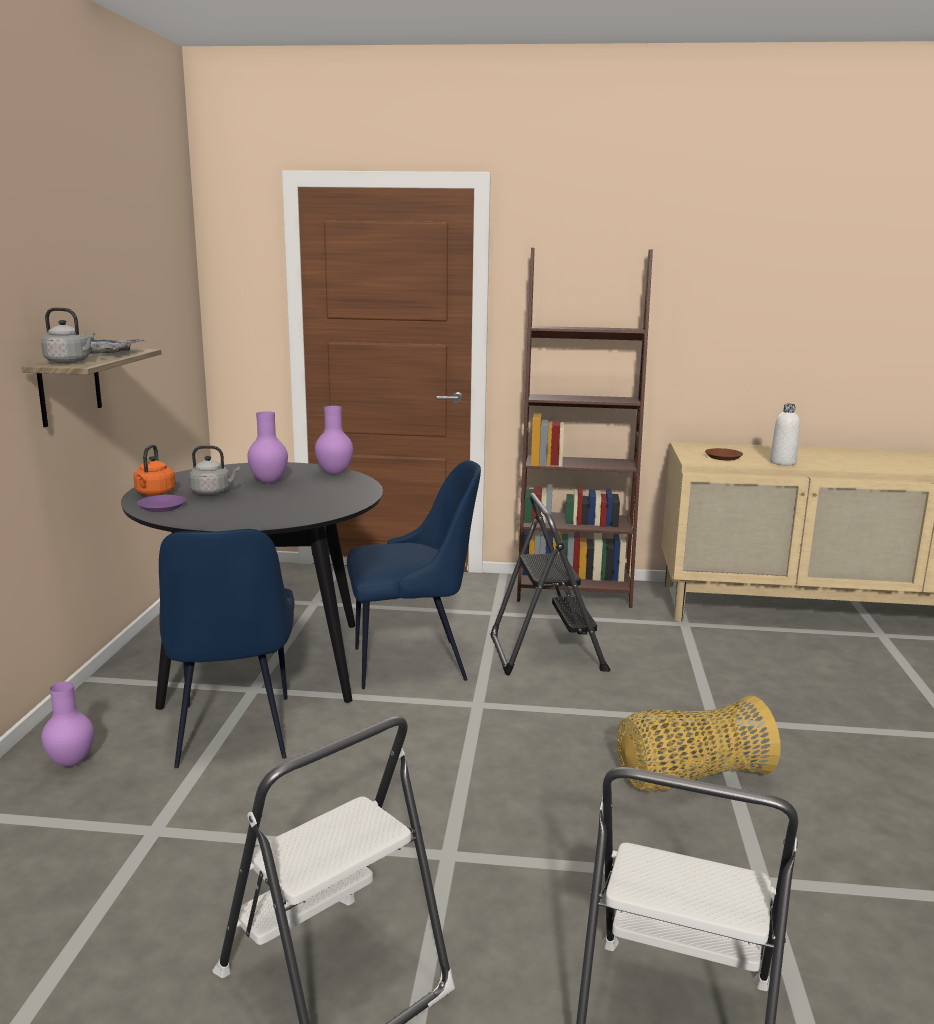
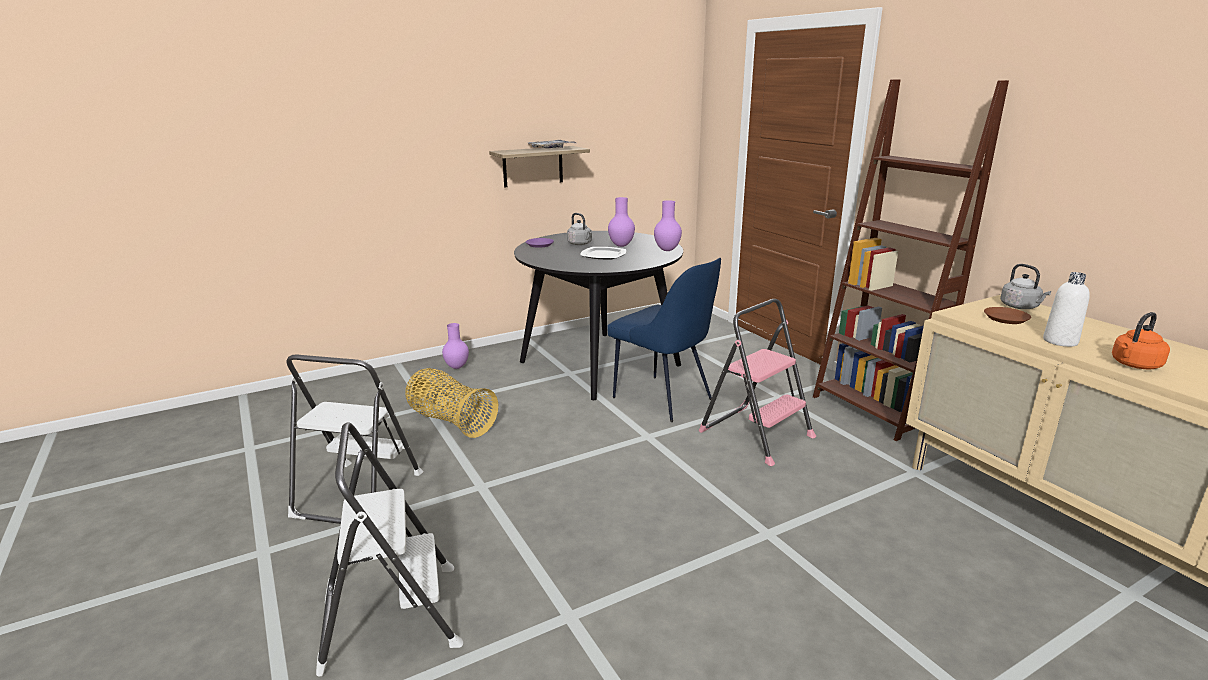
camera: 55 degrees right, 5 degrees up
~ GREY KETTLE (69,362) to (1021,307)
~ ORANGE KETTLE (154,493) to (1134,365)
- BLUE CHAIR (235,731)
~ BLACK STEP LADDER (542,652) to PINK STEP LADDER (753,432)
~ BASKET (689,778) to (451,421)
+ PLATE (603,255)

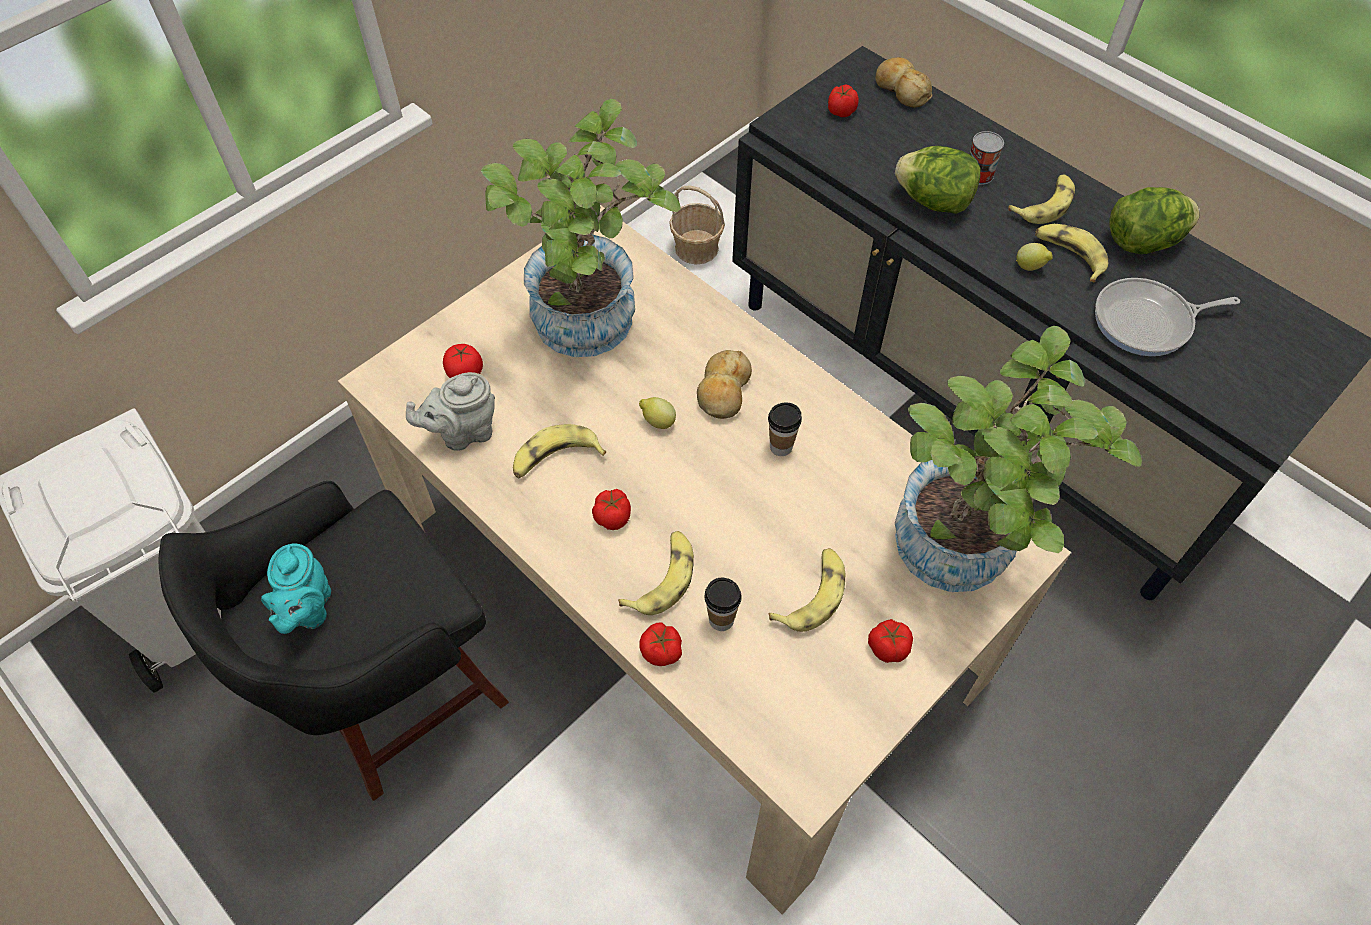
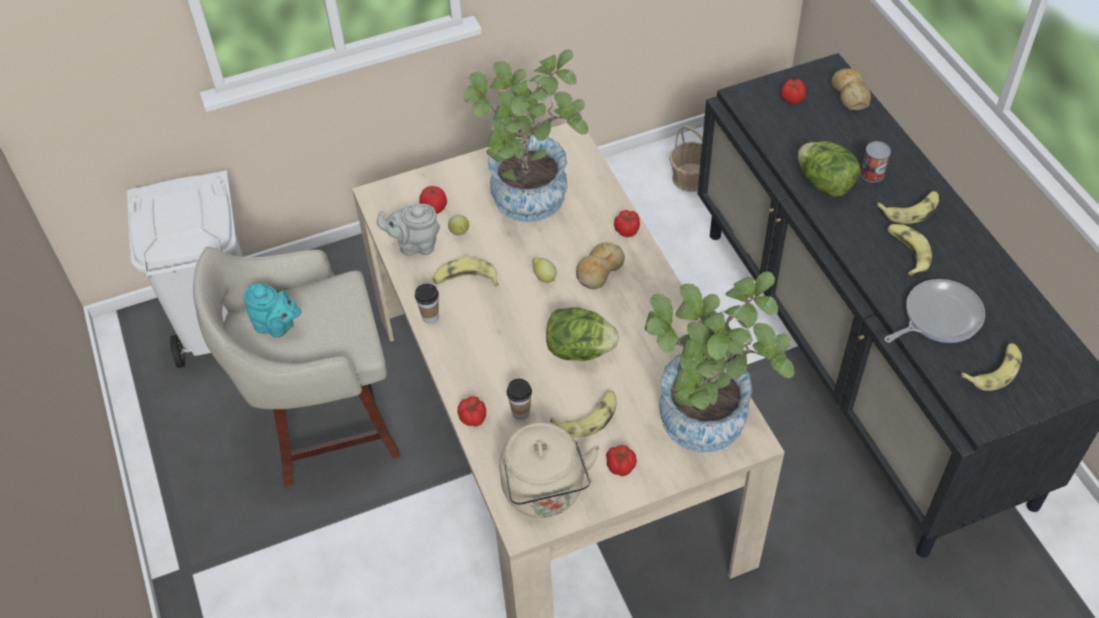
camera: 25 degrees right, 5 degrees down
~ BLACK STOOL (394,700) to BEIGE STOOL (325,427)
~ TURQUOISE TEAPOT (307,609) = (277,326) 90 degrees counterclockwise
~ TOMATO (613,516) to (627,230)
~ BANANA (662,578) to (994,371)
~ CUP (781,447) to (430,317)
~ LEMON (1030,267) to (460,233)
~ FRYING PAN (1147,322) = (938,317) 135 degrees clockwise
~ LETTUCE (1142,242) to (579,350)
+ BEIGE KETTLE (545,493)

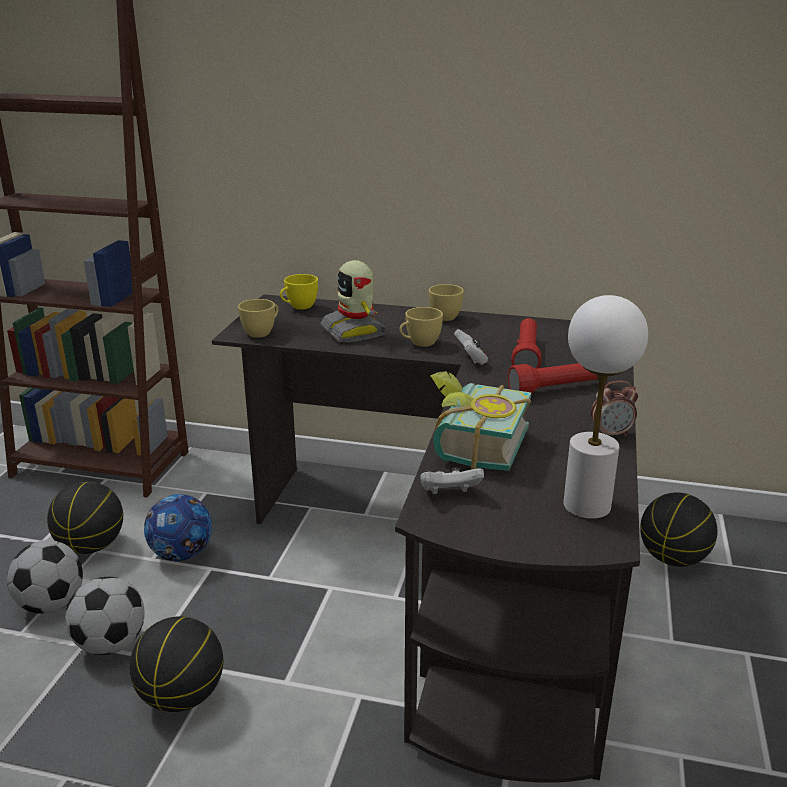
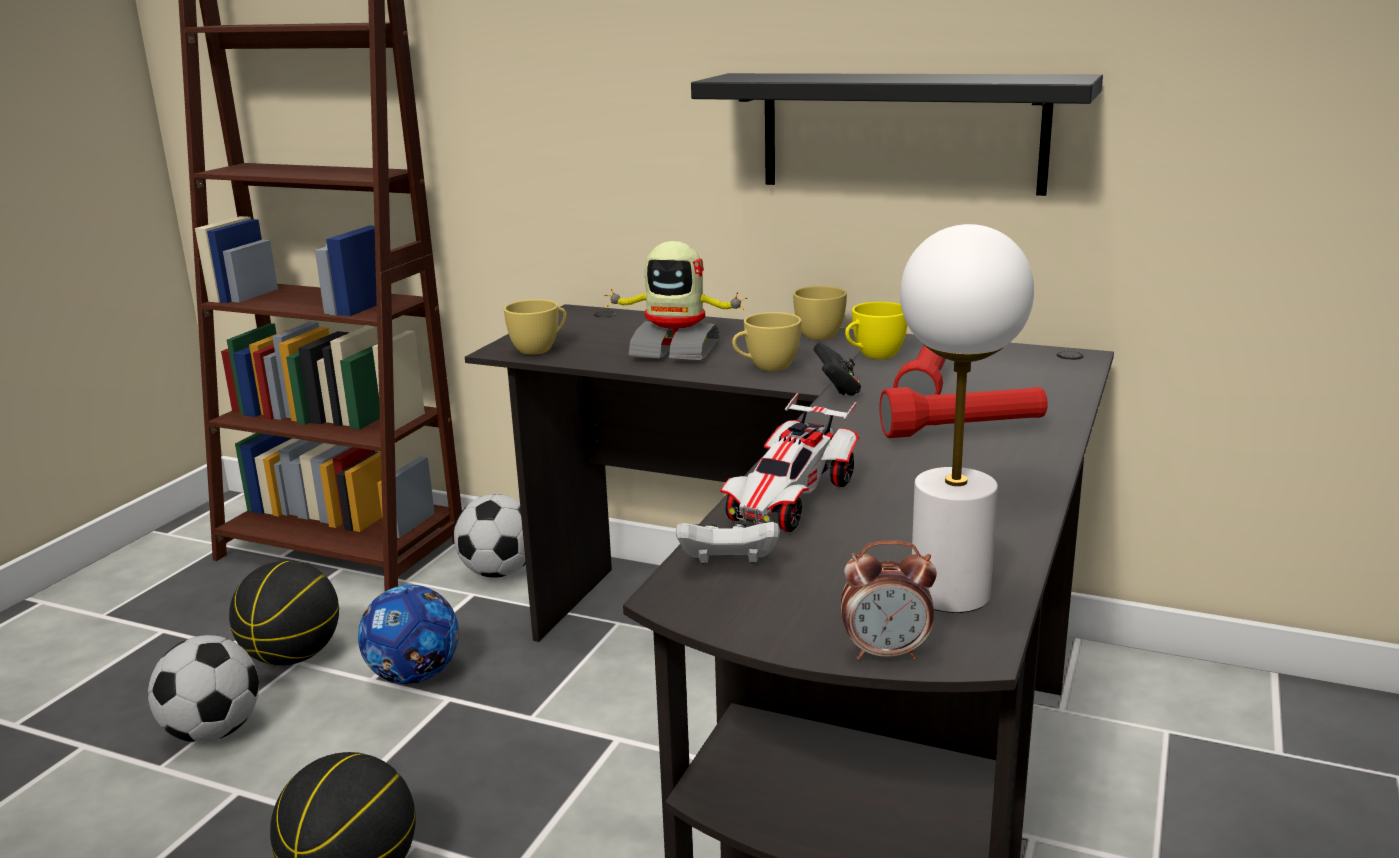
camera: 10 degrees right, 5 degrees down
~ FOOTBALL (111,644) to (499,572)
~ YELLOW CUP (298,307) to (873,356)
~ TOY ROBOT (354,331) = (675,350) 60 degrees counterclockwise
~ BOOK (471,445) to TOY CAR (791,500)
~ WHITE GAME CONTROLLER (471,359) to BLACK GAME CONTROLLER (837,389)
~ ALARM CLOCK (611,434) to (886,653)
- BASKETBALL (673,558)
+ BLACK SHELF (902,132)

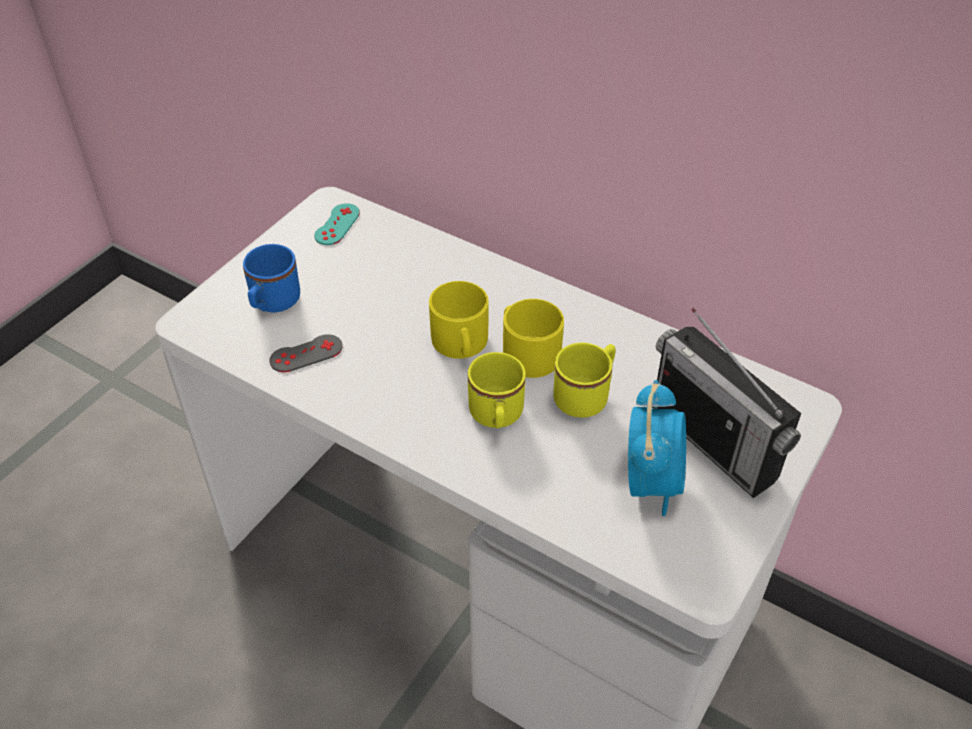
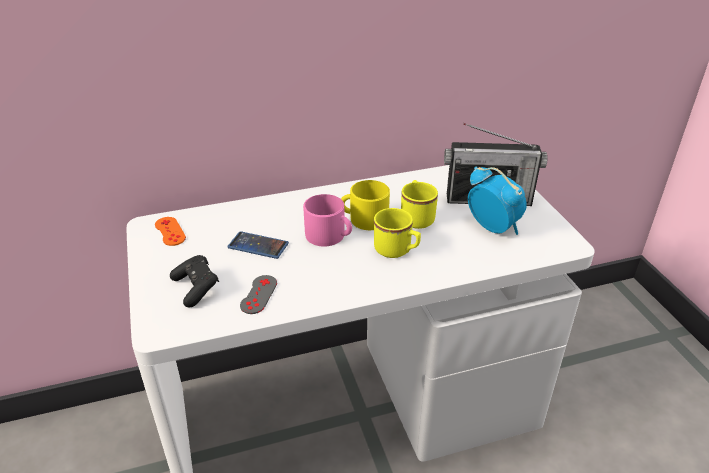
camera: 50 degrees left, 10 degrees down
~ BLUE MUG (272,304) to BLACK GAME CONTROLLER (196,288)
~ TURQUOISE GAME CONTROLLER (337,224) to ORANGE GAME CONTROLLER (170,231)
~ YELLOW MUG (461,343) to PINK MUG (329,236)
+ PHONE (258,245)

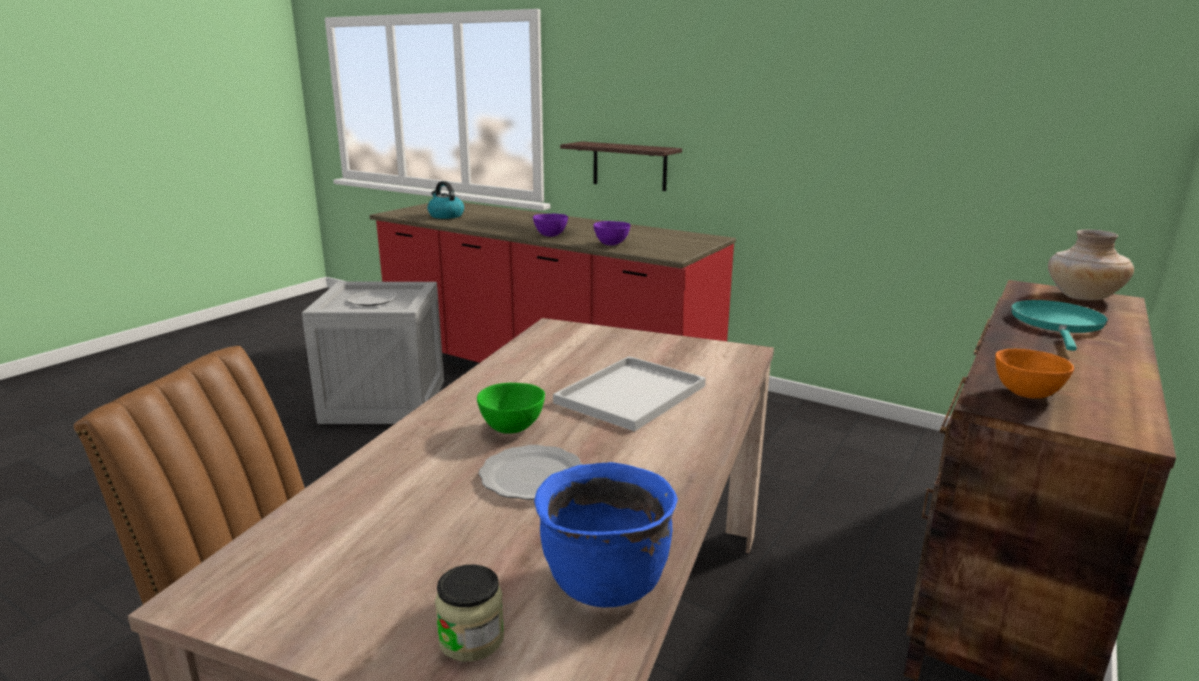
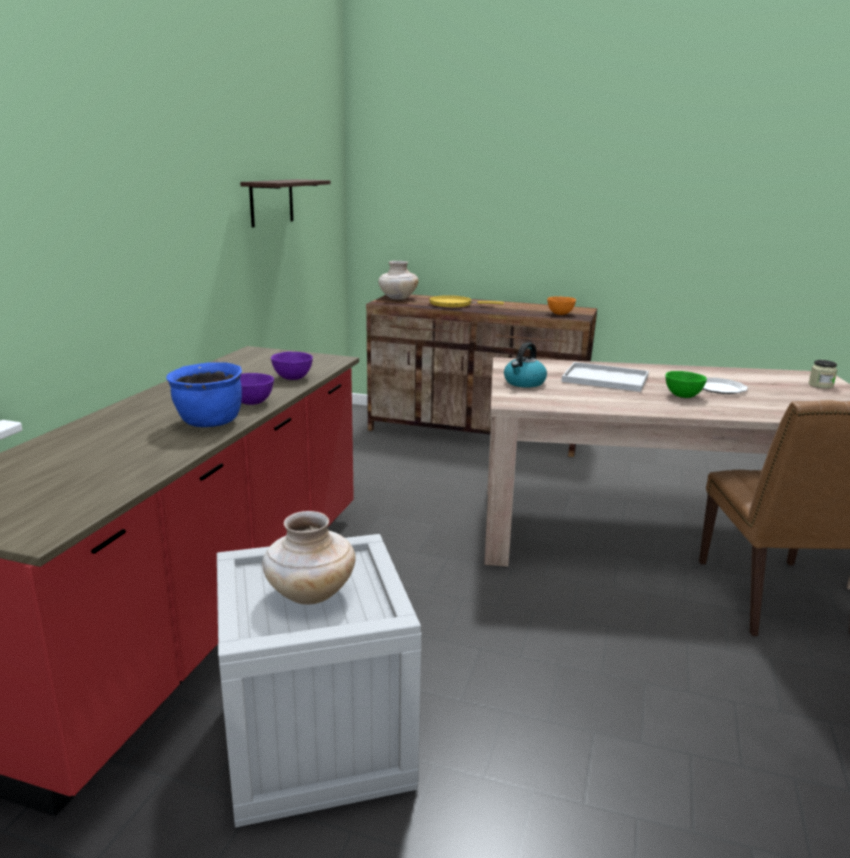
camera: 105 degrees left, 0 degrees up
~ PLATE (373,300) to BEIGE VASE (310,594)
~ KETTLE (445,216) to (524,383)
~ BLUE COOKING POT (604,582) to (209,423)
~ SHELF (629,166) to (271,202)
~ TURQUOISE FRYING PAN (1057,324) to YELLOW FRYING PAN (454,304)

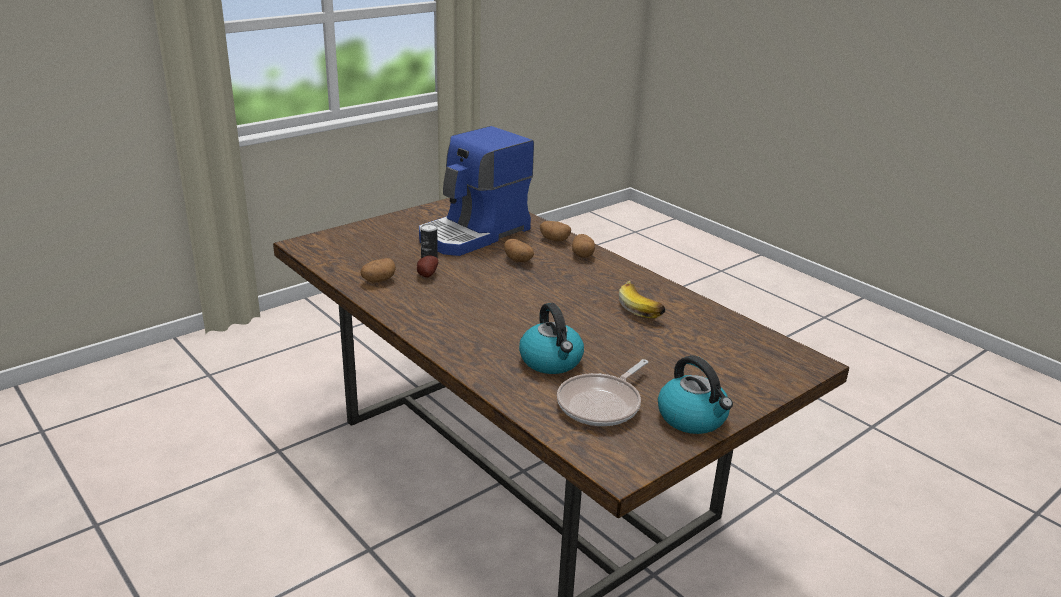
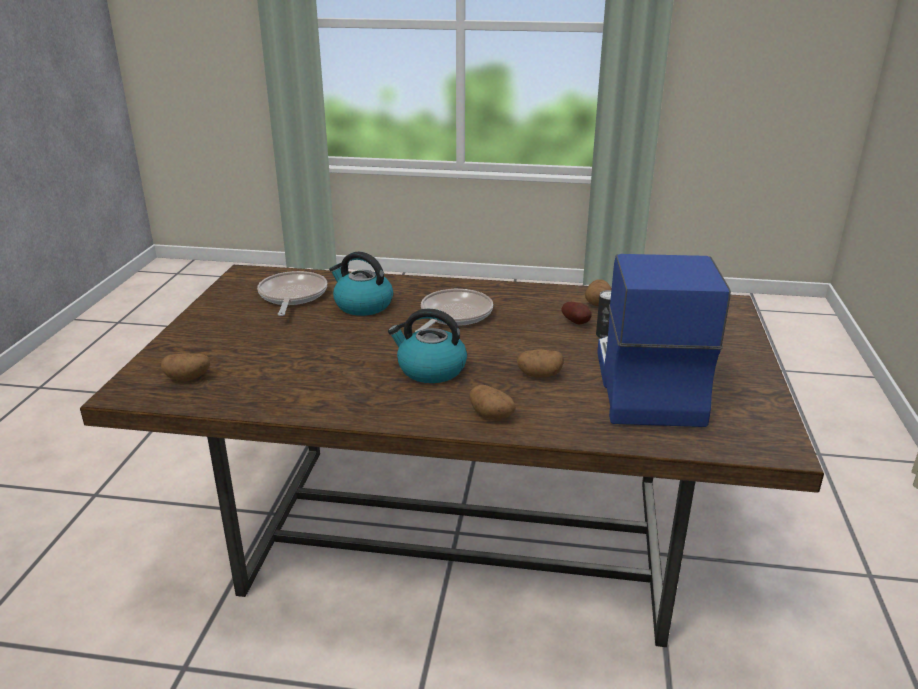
camera: 140 degrees right, 0 degrees up
~ POTATO (554,240) to (188,378)
- BANANA (642,308)
~ KETTLE (693,418) to (430,369)
+ FRYING PAN (453,315)

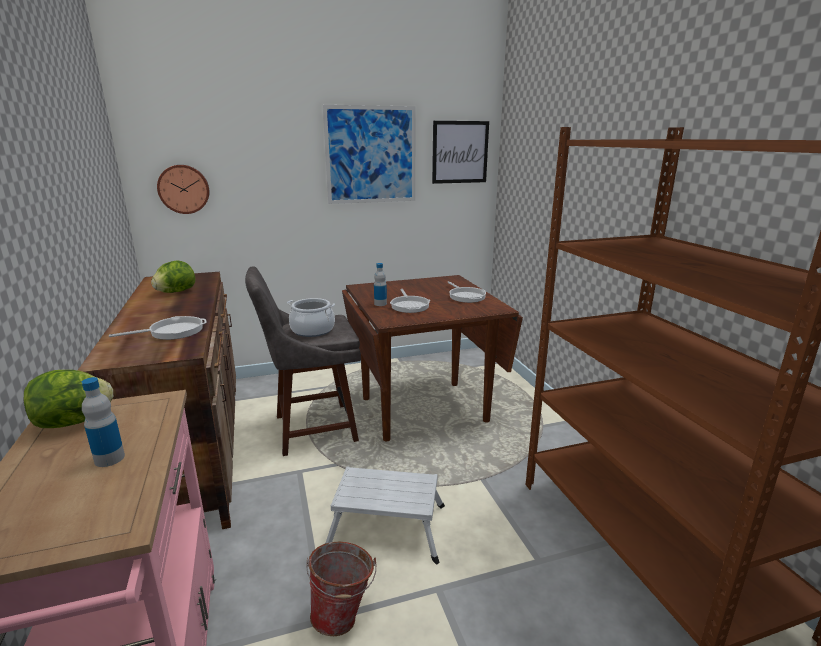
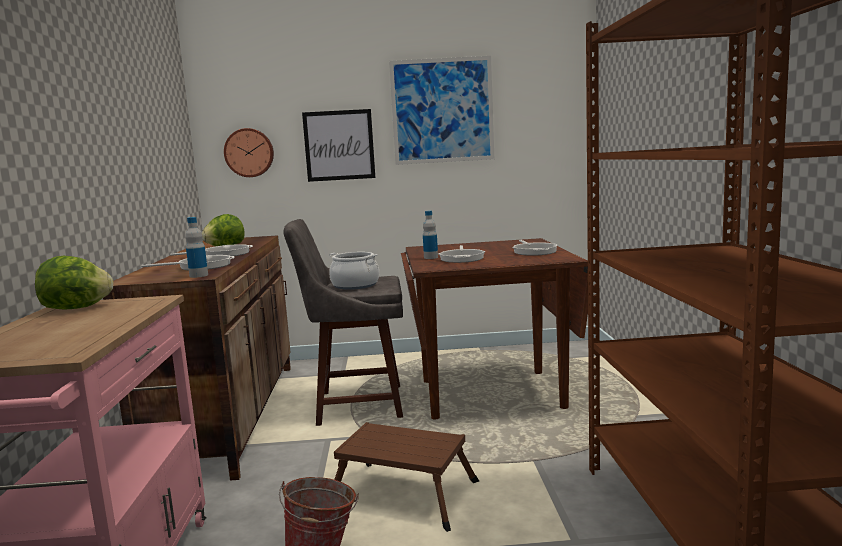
camera: 15 degrees right, 10 degrees down
~ BOTTLE (109,458) to (199,275)
~ WHITE STEP LADDER (386,526) to BROWN STEP LADDER (402,493)
~ PICTURE (460,152) to (339,145)
+ FRYING PAN (223,254)

